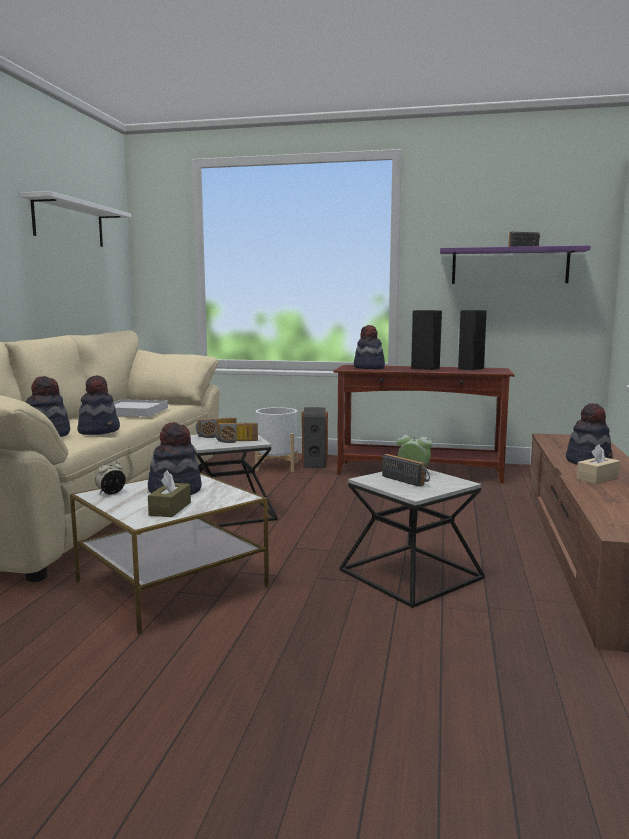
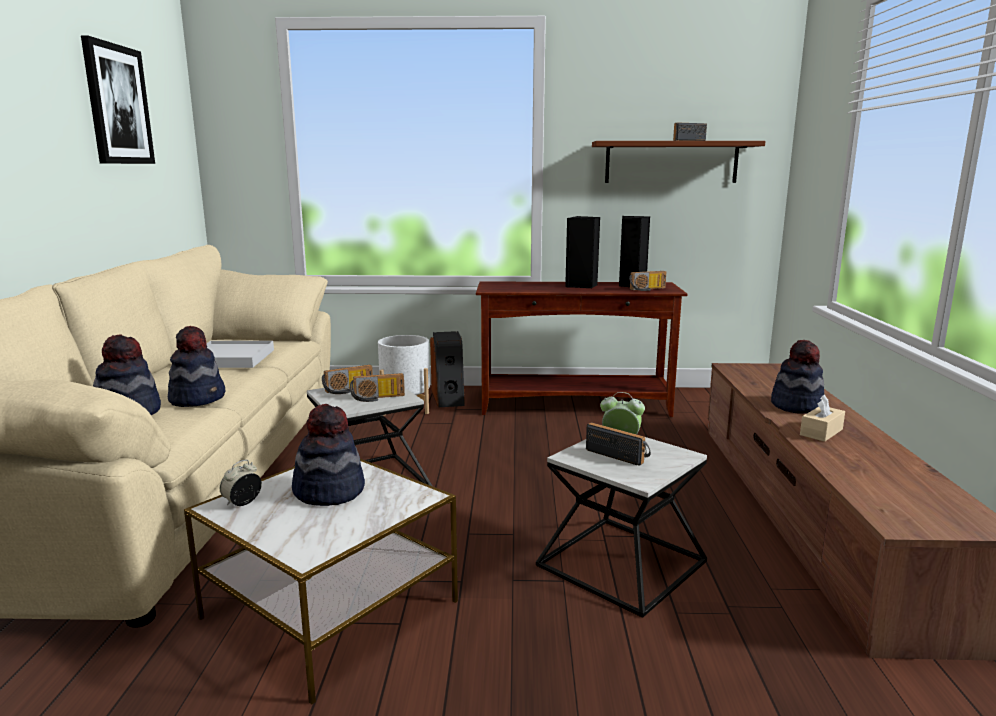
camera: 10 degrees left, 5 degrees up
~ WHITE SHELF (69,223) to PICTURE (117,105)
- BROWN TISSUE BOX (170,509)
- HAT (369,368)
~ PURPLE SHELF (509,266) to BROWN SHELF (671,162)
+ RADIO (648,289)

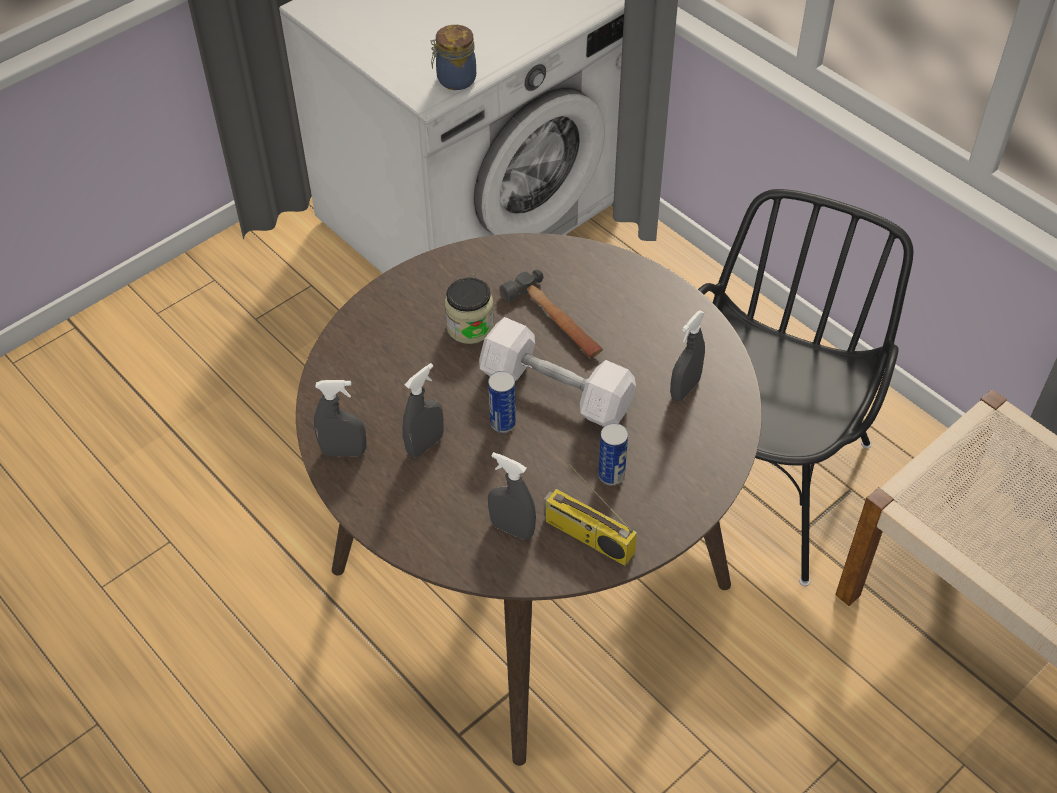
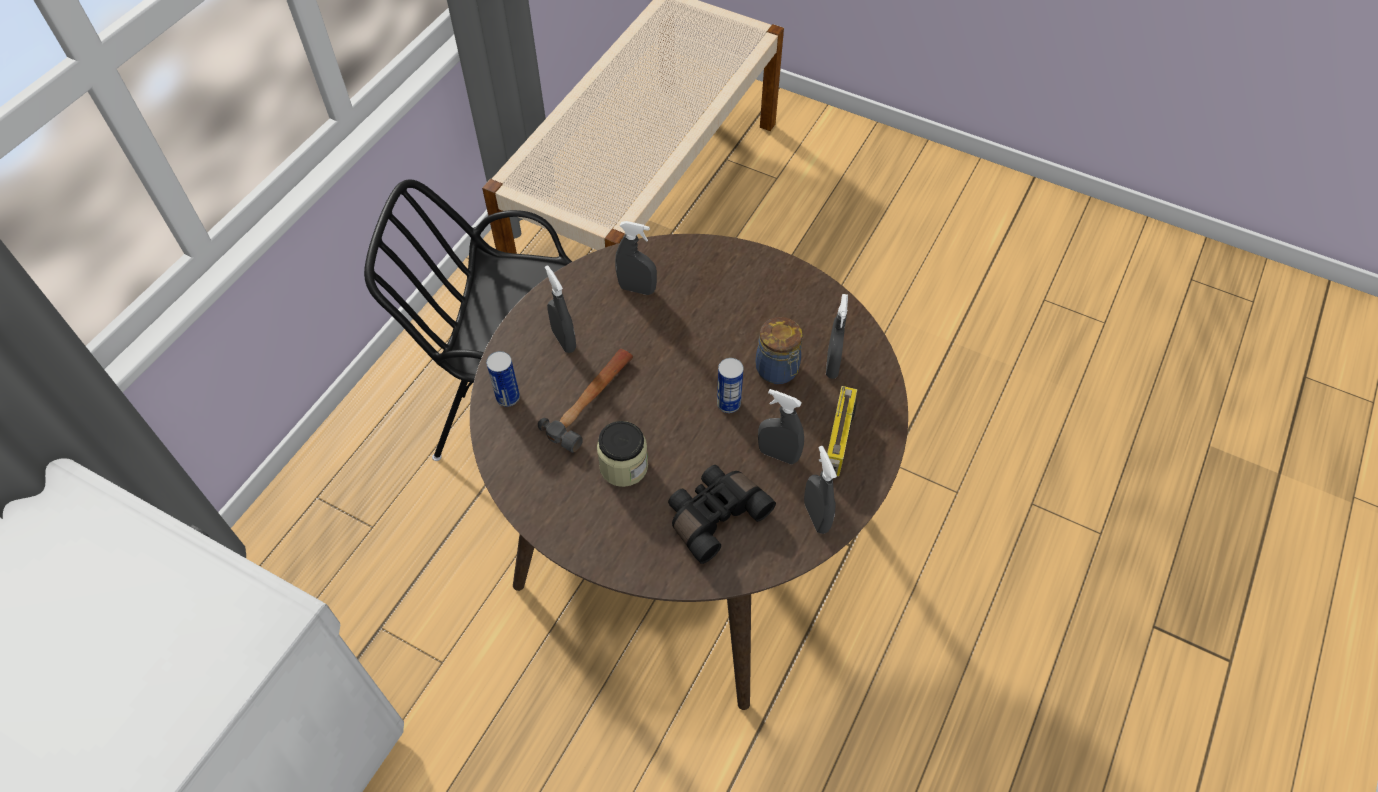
camera: 110 degrees left, 5 degrees up
~ JAR (454,80) to (778,370)
- WHITE DUMBBELL (556,391)
~ RADIO (587,537) to (839,441)
~ CAN (611,475) to (508,397)
+ GREY SPRAY BOTTLE (564,340)
+ BLACK BINOCULARS (714,515)

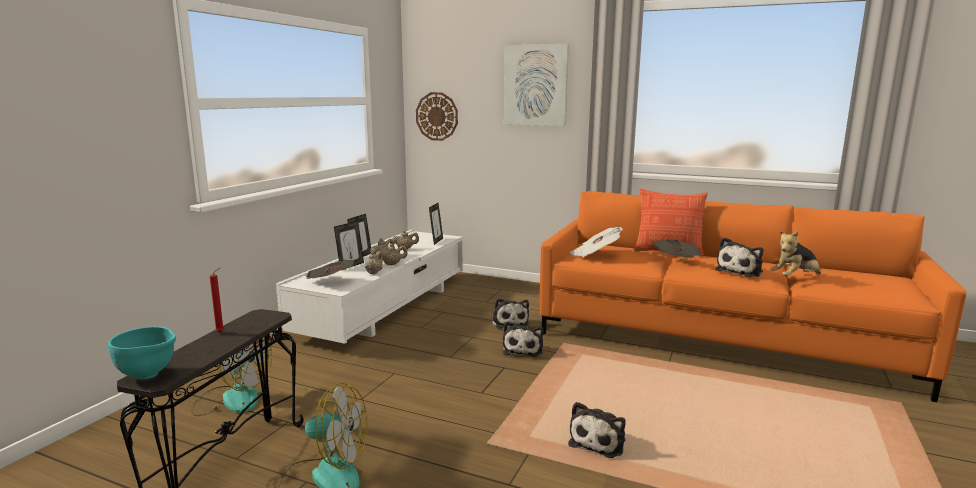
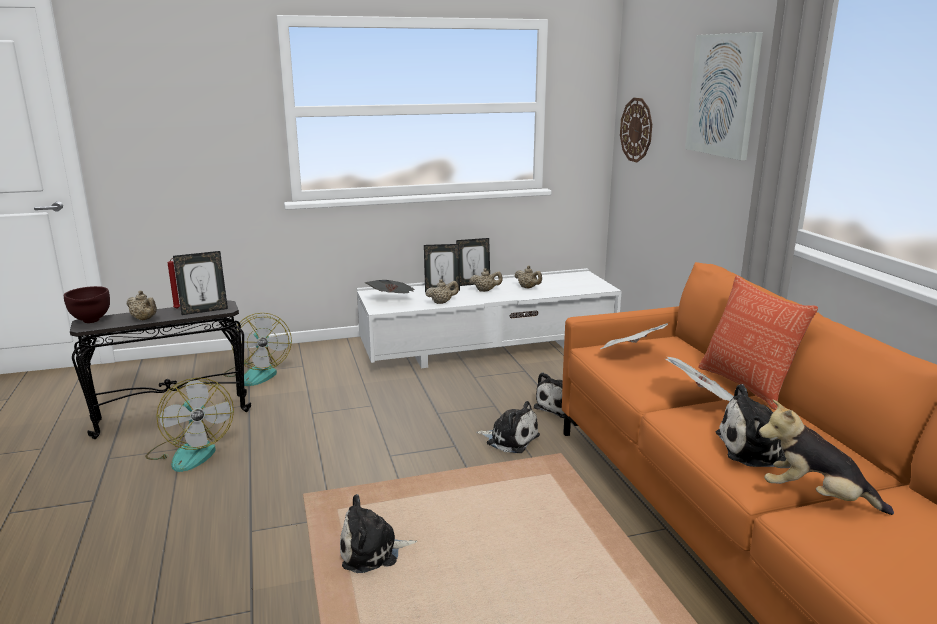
camera: 50 degrees right, 5 degrees up
~ TURQUOISE BOWL (149,376) to BROWN BOWL (91,321)
~ BEIGE TEAPOT (392,264) to (144,319)
~ PICTURE FRAME (436,241) to (204,311)
~ PLUSH TOY (523,349) = (510,439) 120 degrees counterclockwise

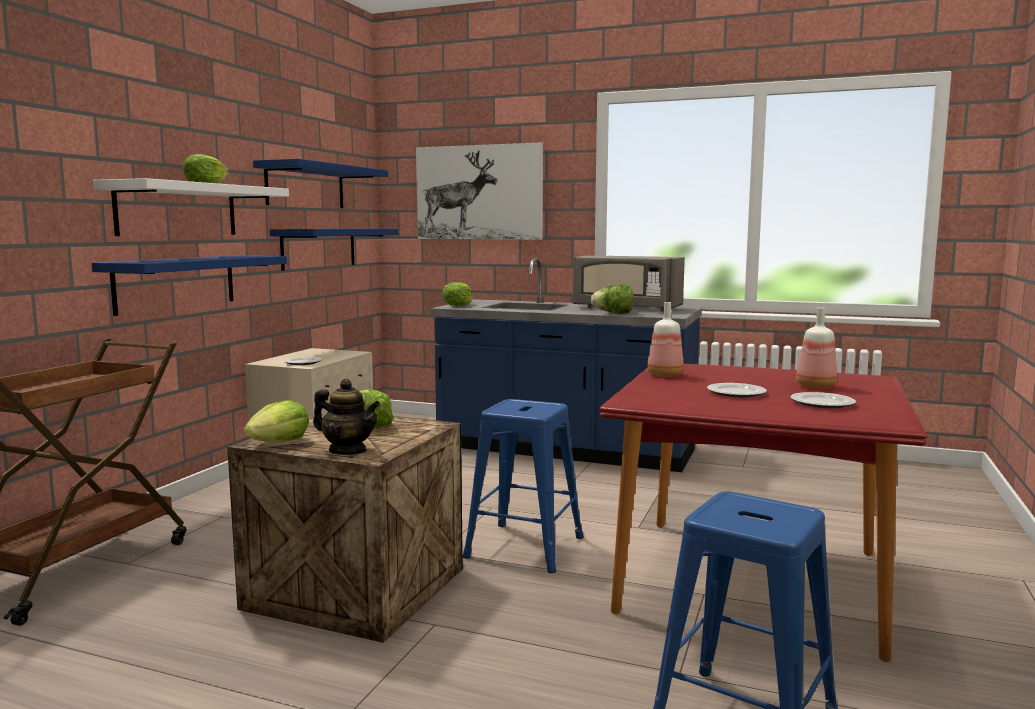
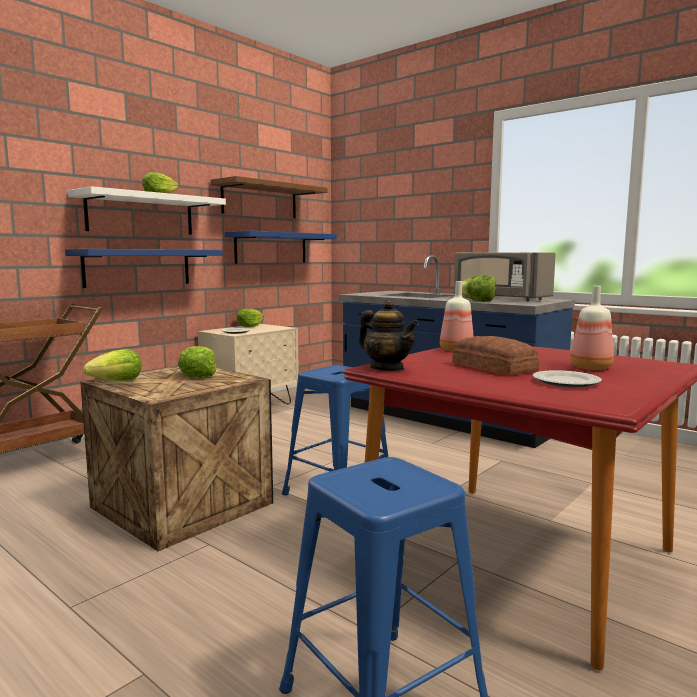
camera: 20 degrees right, 0 degrees up
~ BLUE SHELF (305,186) to BROWN SHELF (260,200)
~ TEAPOT (348,451) to (387,369)
- PICTURE (479,192)
~ LETTUCE (458,305) to (250,326)
~ PLATE (736,393) to BREAD (493,368)

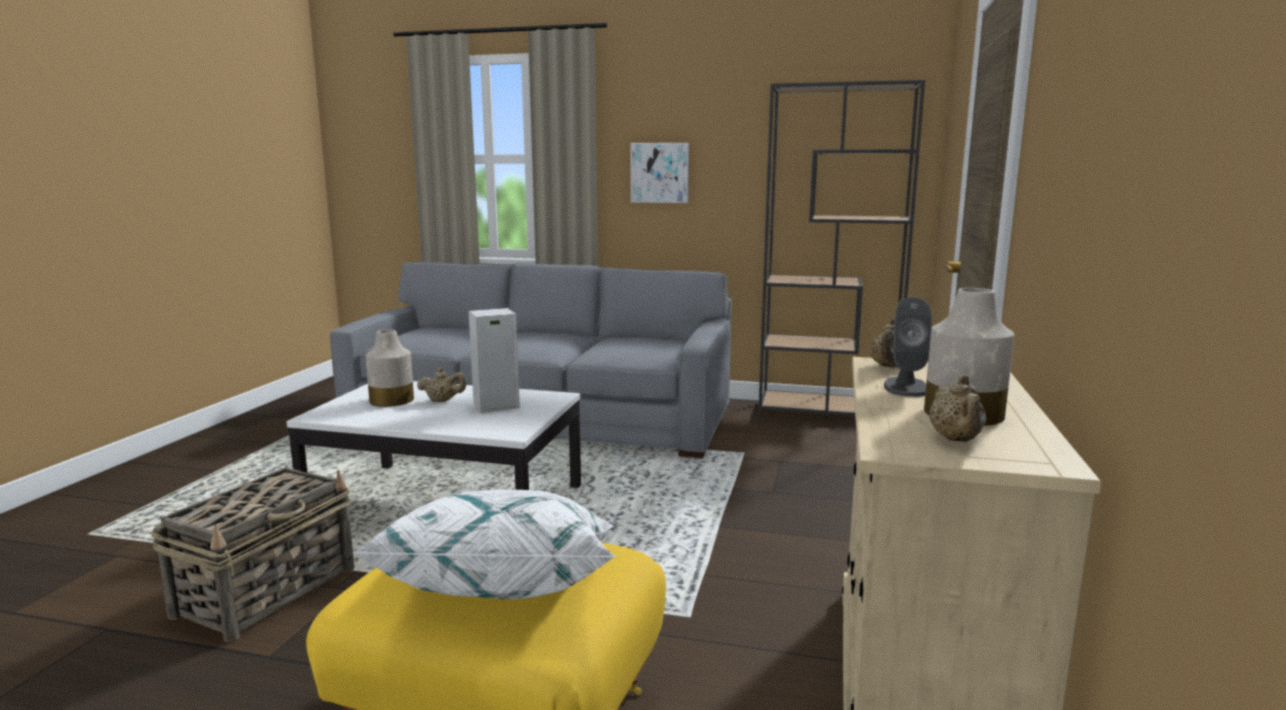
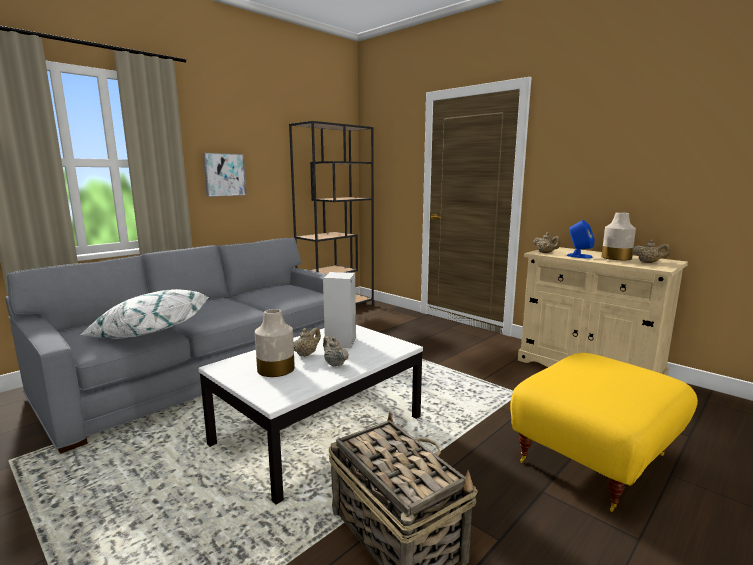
camera: 60 degrees left, 0 degrees up
~ WHITE PILLOW (506,583) to (148,334)
~ GREY SPEAKER (905,387) to BLUE SPEAKER (579,256)
+ BEIGE TEAPOT (334,364)

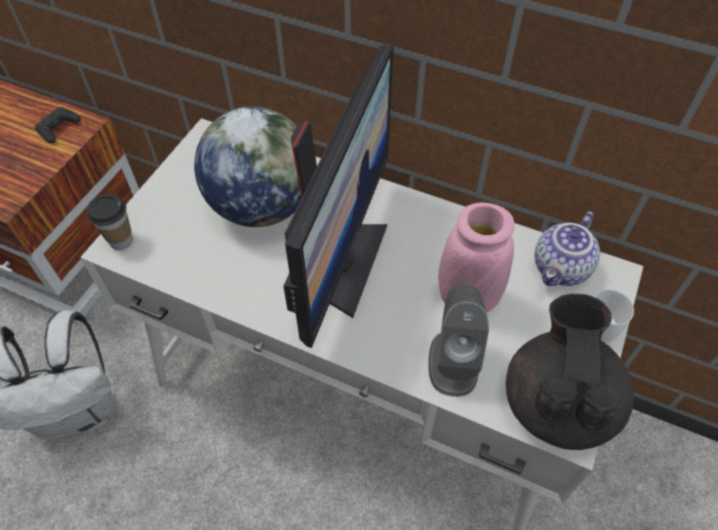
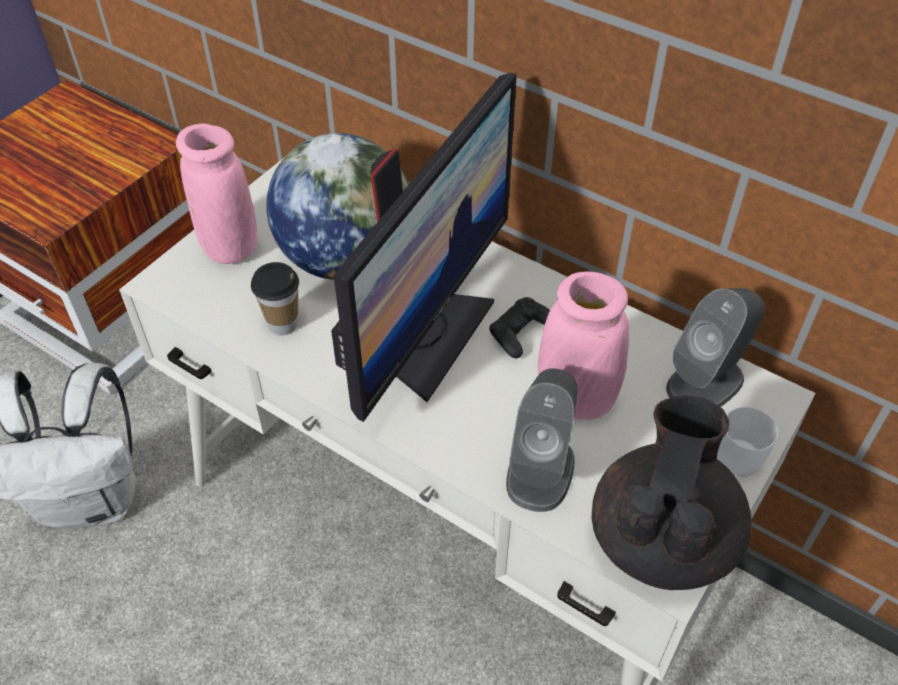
camera: 10 degrees right, 5 degrees down
~ BLACK GAME CONTROLLER (58,128) to (520,332)
~ CUP (121,241) to (283,324)
~ TEAPOT (561,269) to GREY SPEAKER (705,382)
+ PINK VASE (230,247)

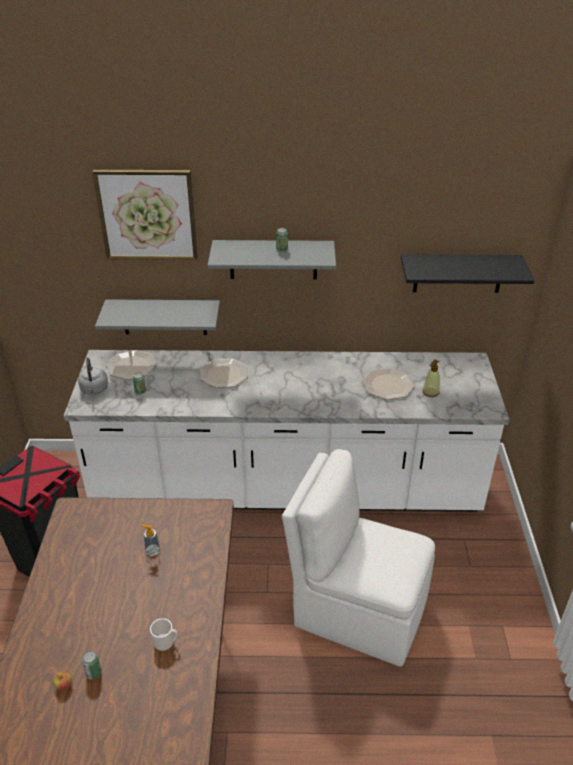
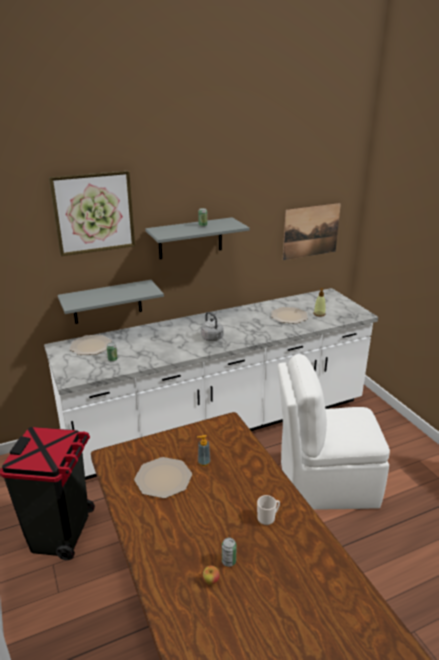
camera: 25 degrees left, 10 degrees down
~ GREY KETTLE (94,390) to (213,338)
~ PLATE (224,374) to (164,478)
~ BLACK SHELF (458,273) to PICTURE (311,231)

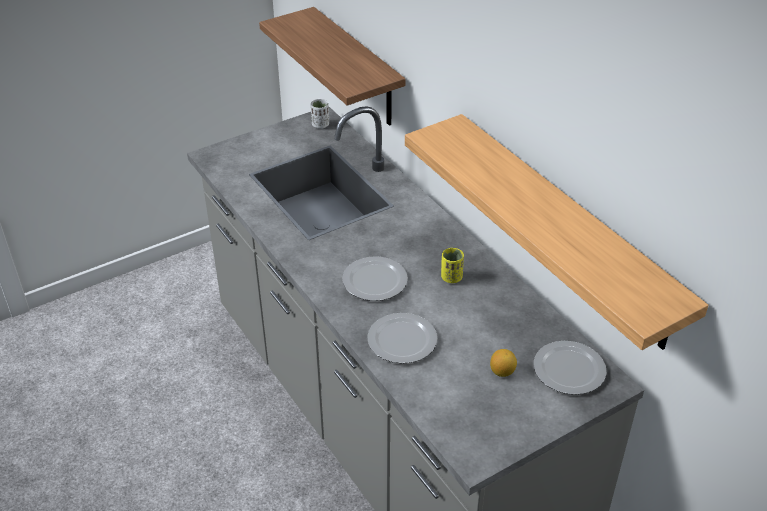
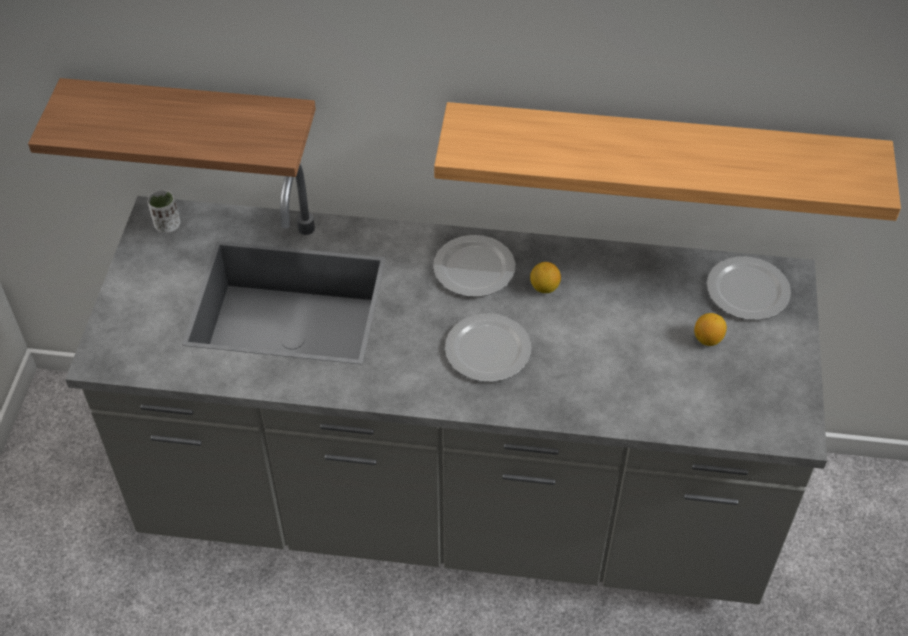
camera: 50 degrees left, 10 degrees up
~ PLATE (403,341) to (475,268)
~ YELLOW CUP (451,277) to LEMON (544,288)

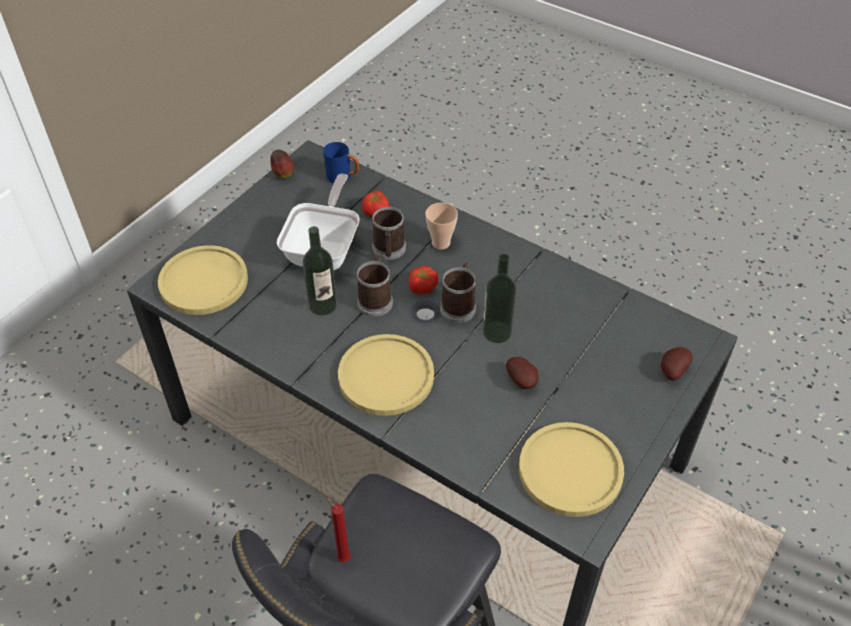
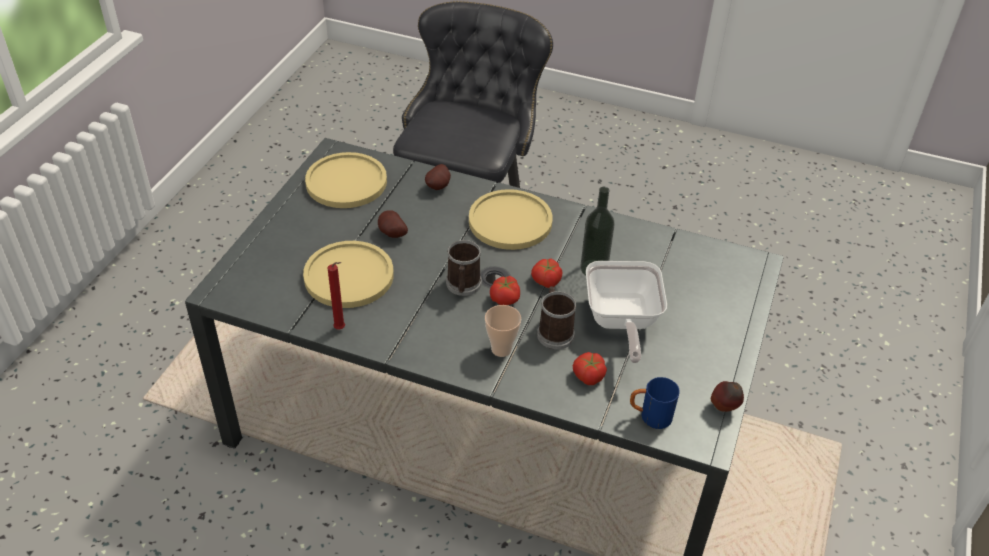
camera: 165 degrees right, 5 degrees down
~ YELLOW PLATE (203,281) to (349,276)
~ RED CANDLE (342,557) to (341,329)
~ MUG (375,299) to TOMATO (546,281)
- BOTTLE (497,332)
~ POTATO (671,370) to (439,186)

